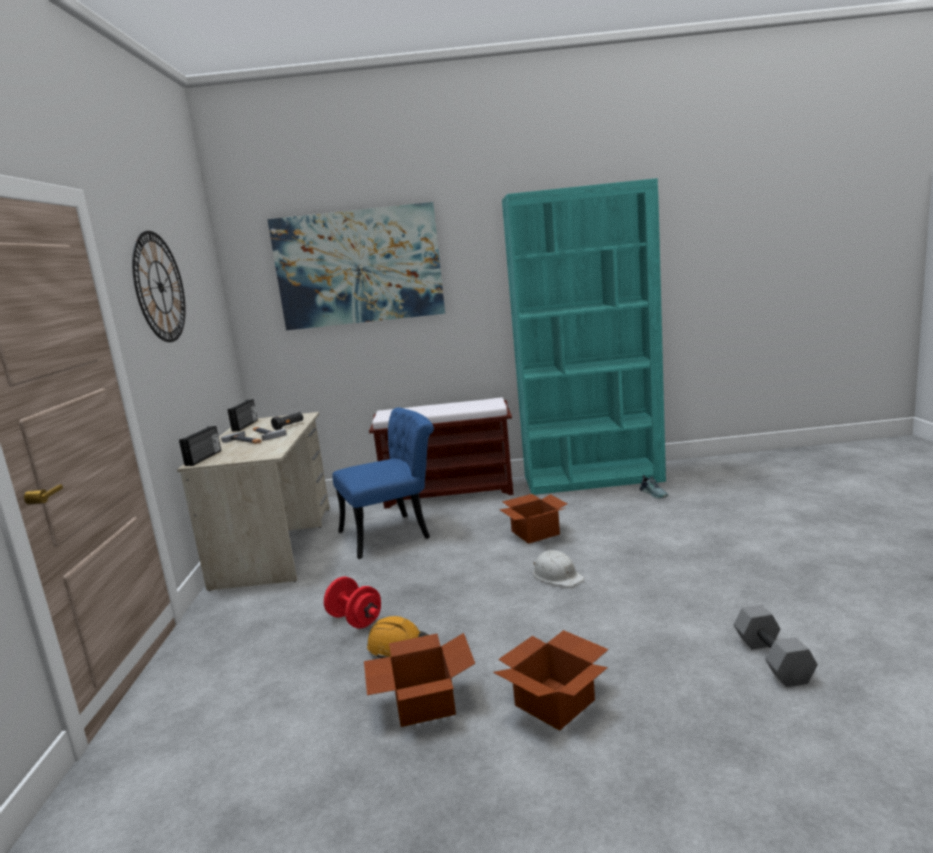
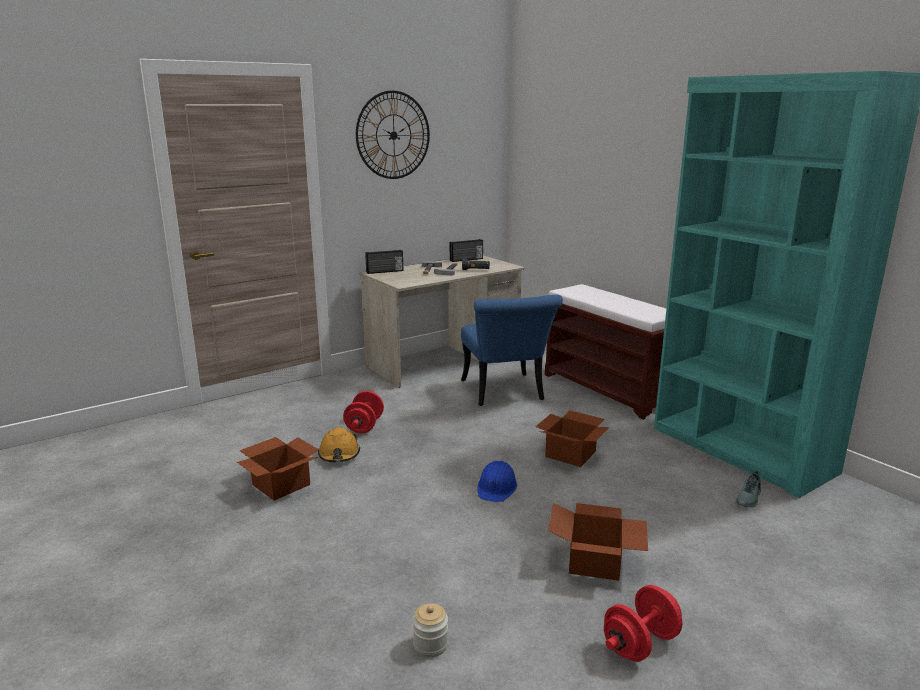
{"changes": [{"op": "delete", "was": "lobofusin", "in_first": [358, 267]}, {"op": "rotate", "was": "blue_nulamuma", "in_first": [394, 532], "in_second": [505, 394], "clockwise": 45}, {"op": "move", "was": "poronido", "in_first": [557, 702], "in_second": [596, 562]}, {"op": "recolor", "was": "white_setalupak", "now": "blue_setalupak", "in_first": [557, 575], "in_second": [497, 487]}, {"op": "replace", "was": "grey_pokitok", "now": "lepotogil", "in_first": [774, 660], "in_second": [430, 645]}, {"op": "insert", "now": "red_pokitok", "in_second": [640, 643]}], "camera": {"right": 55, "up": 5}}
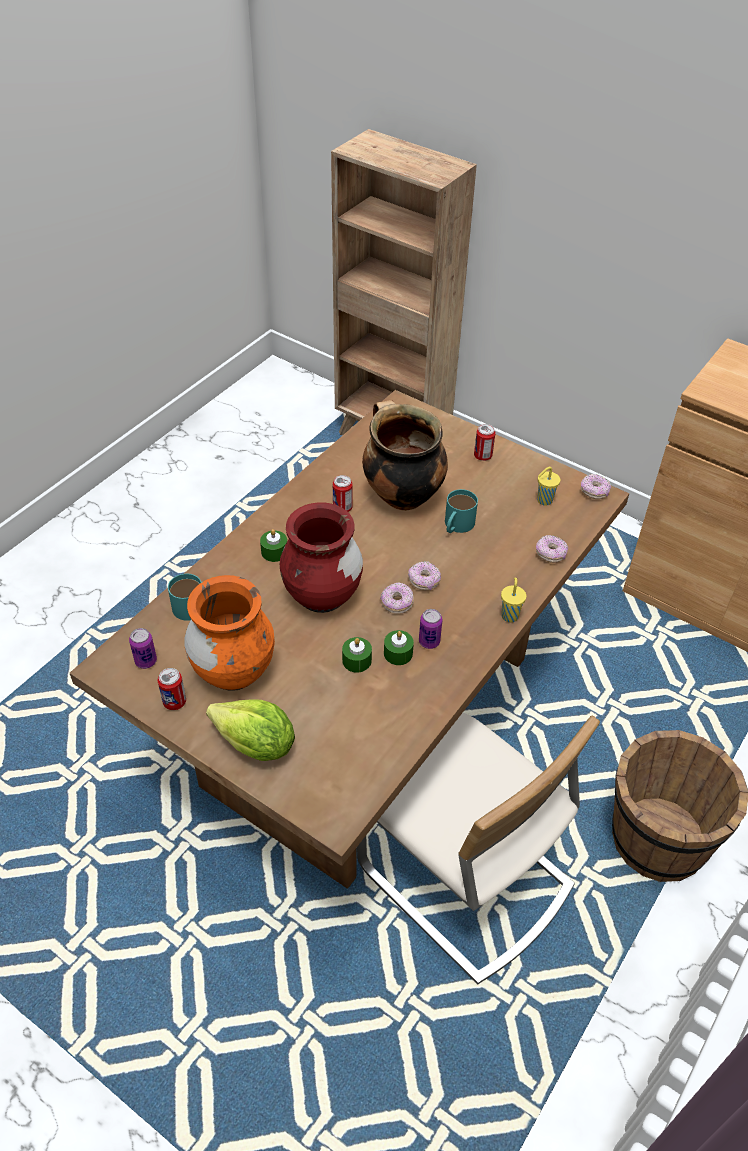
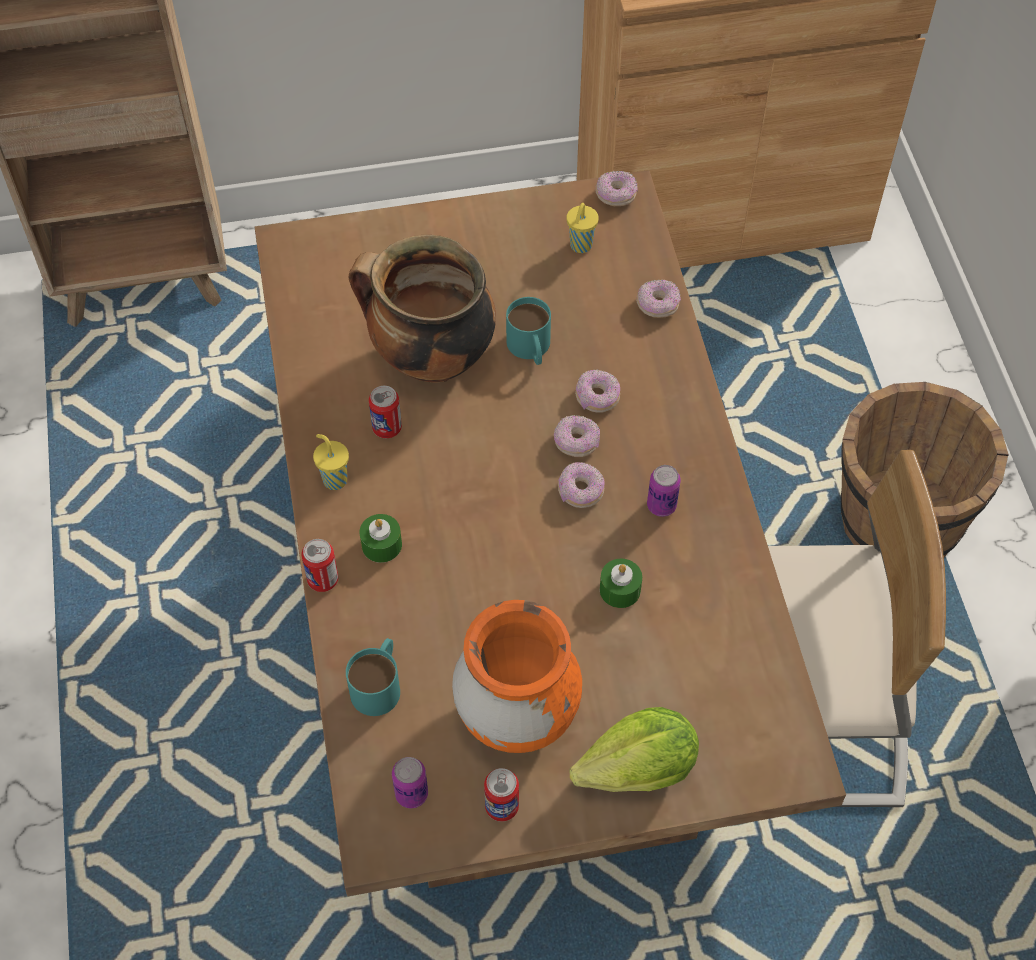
{"changes": [{"op": "delete", "was": "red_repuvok", "in_first": [322, 596]}, {"op": "delete", "was": "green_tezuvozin", "in_first": [398, 653]}, {"op": "move", "was": "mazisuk", "in_first": [482, 456], "in_second": [323, 580]}, {"op": "move", "was": "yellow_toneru", "in_first": [509, 615], "in_second": [334, 479]}, {"op": "insert", "now": "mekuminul", "in_second": [597, 397]}], "camera": {"right": -45, "up": 10}}
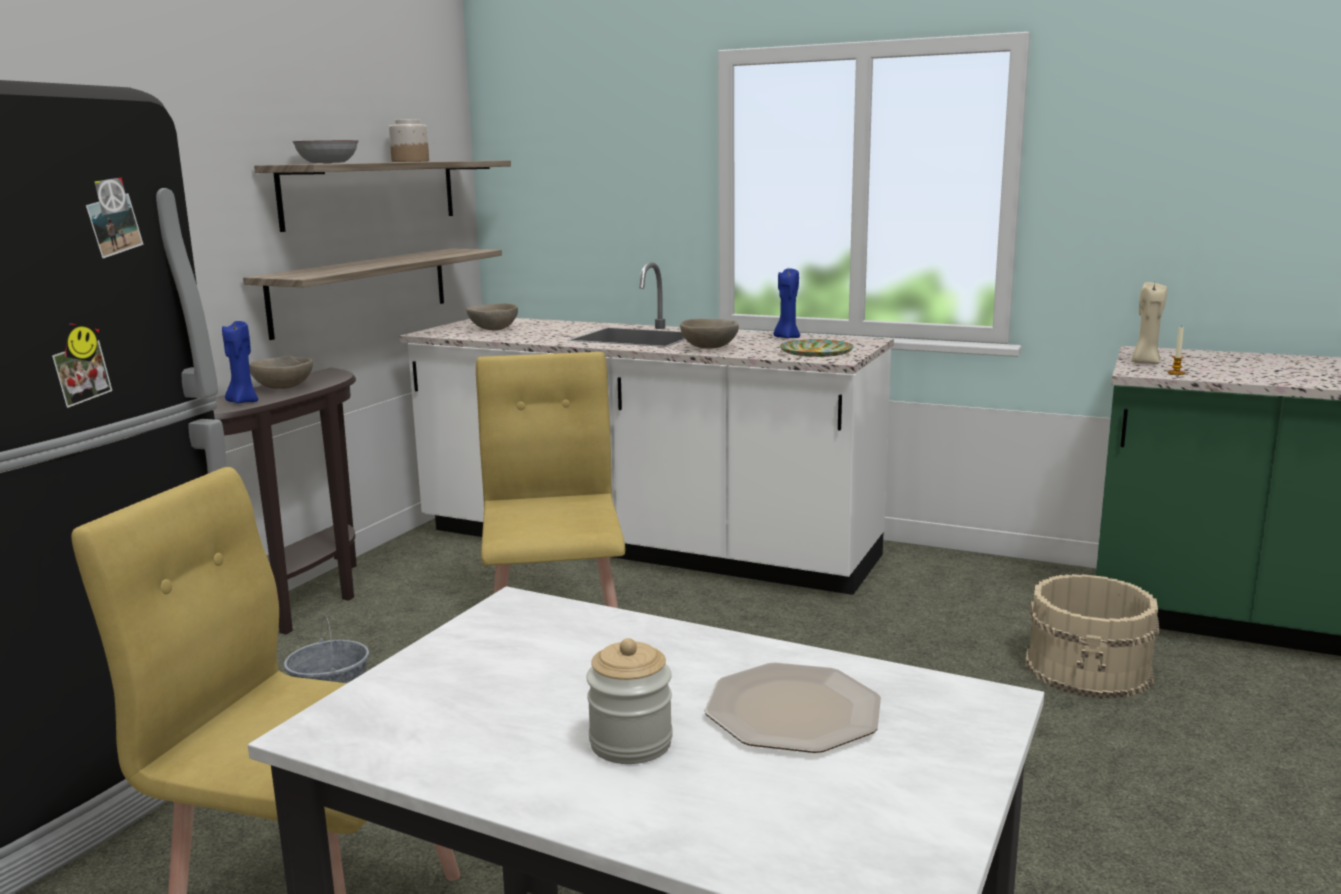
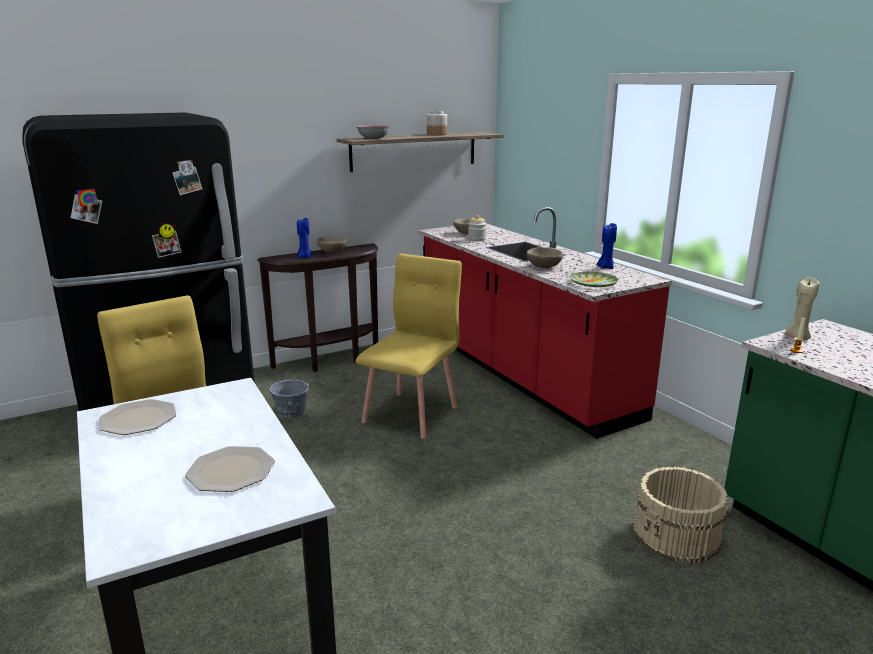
{"changes": [{"op": "delete", "was": "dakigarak", "in_first": [362, 290]}, {"op": "recolor", "was": "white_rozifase", "now": "red_rozifase", "in_first": [644, 546], "in_second": [520, 374]}, {"op": "move", "was": "lepotogil", "in_first": [631, 743], "in_second": [476, 239]}, {"op": "insert", "now": "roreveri", "in_second": [137, 419]}], "camera": {"right": 35, "up": 5}}
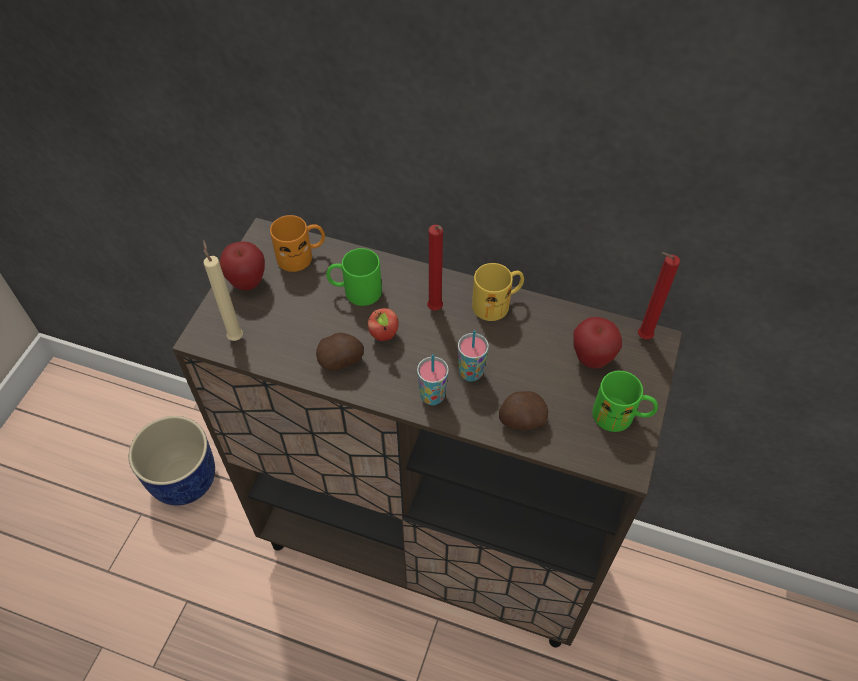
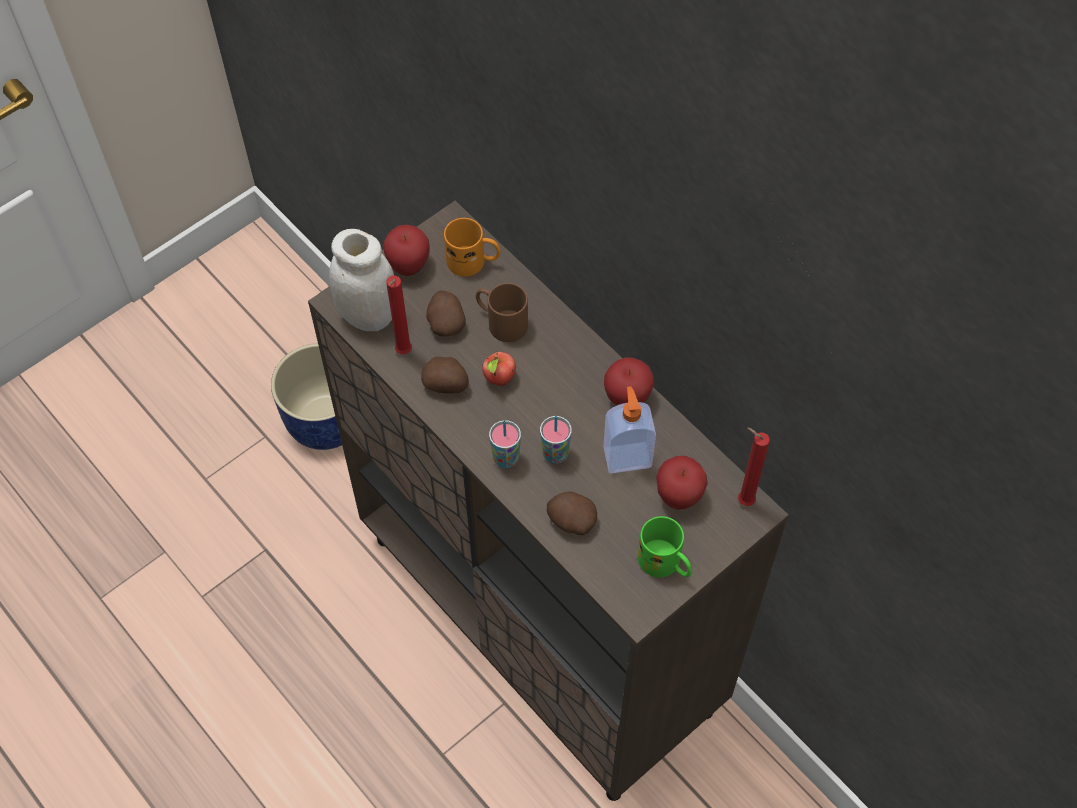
{"changes": [{"op": "replace", "was": "beige_tezuvozin", "now": "white_lepotogil", "in_first": [235, 336], "in_second": [368, 315]}, {"op": "recolor", "was": "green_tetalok", "now": "brown_tetalok", "in_first": [355, 291], "in_second": [500, 322]}, {"op": "move", "was": "red_tezuvozin", "in_first": [435, 310], "in_second": [403, 353]}, {"op": "replace", "was": "yellow_tetalok", "now": "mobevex", "in_first": [497, 303], "in_second": [627, 398]}, {"op": "insert", "now": "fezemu", "in_second": [446, 322]}, {"op": "insert", "now": "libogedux", "in_second": [627, 456]}], "camera": {"right": 30, "up": 5}}
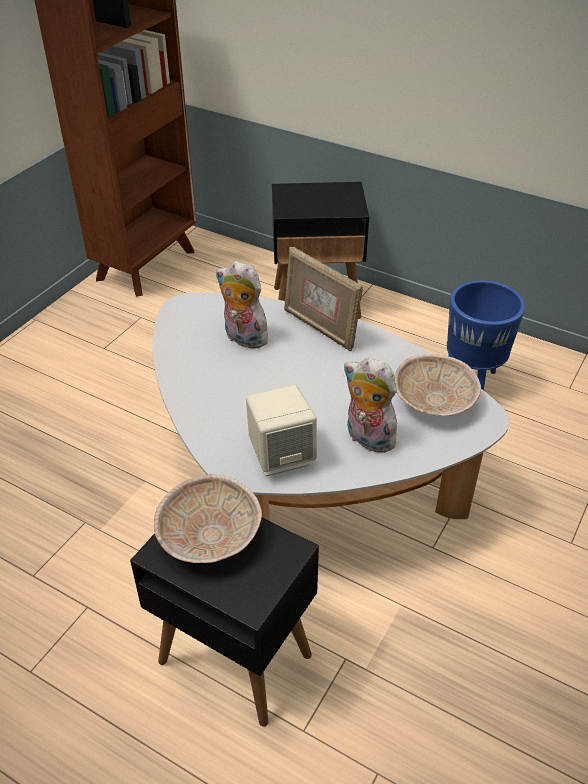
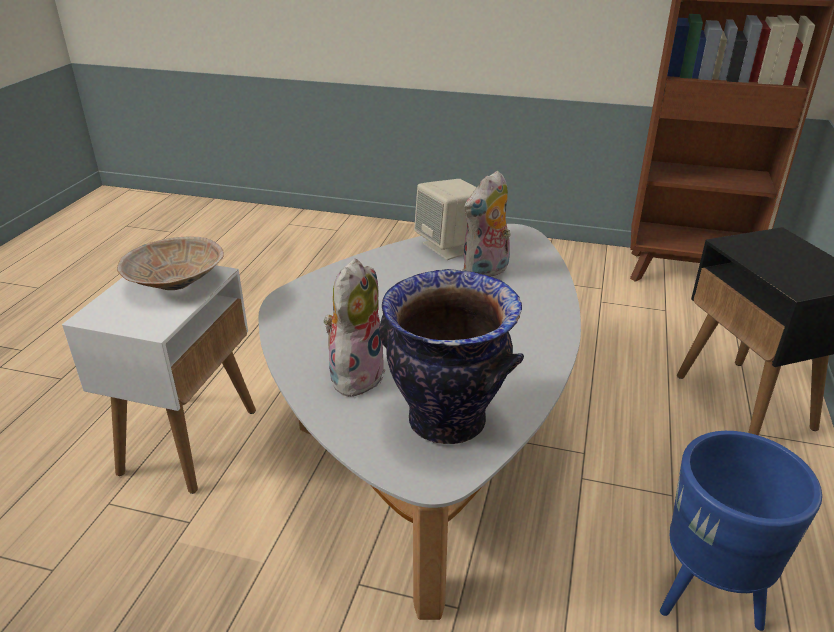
{"changes": [{"op": "recolor", "was": "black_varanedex", "now": "white_varanedex", "in_first": [233, 658], "in_second": [190, 440]}, {"op": "rotate", "was": "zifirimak", "in_first": [243, 338], "in_second": [486, 272], "clockwise": -150}, {"op": "move", "was": "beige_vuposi", "in_first": [281, 455], "in_second": [450, 247]}, {"op": "delete", "was": "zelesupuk", "in_first": [320, 328]}, {"op": "replace", "was": "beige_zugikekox", "now": "repuvok", "in_first": [434, 402], "in_second": [446, 422]}], "camera": {"right": 75, "up": -10}}
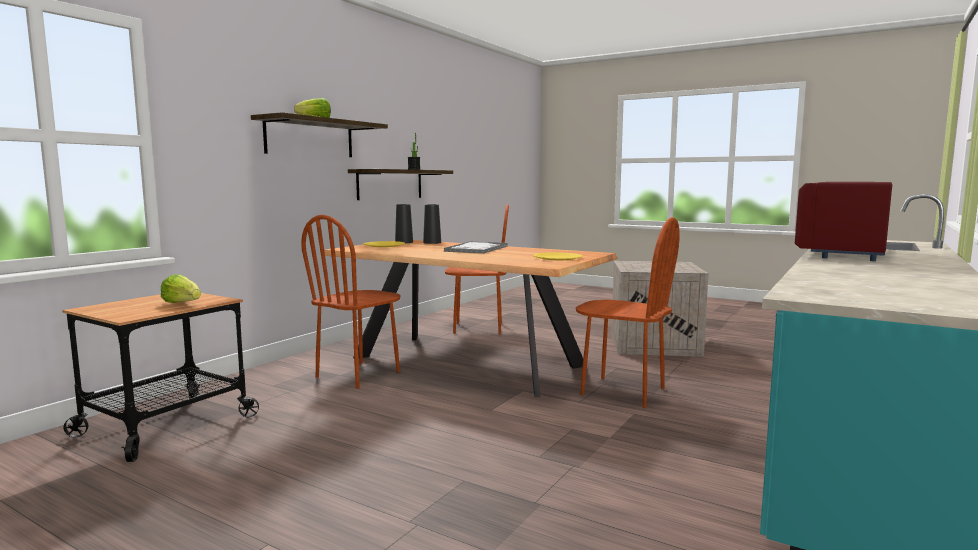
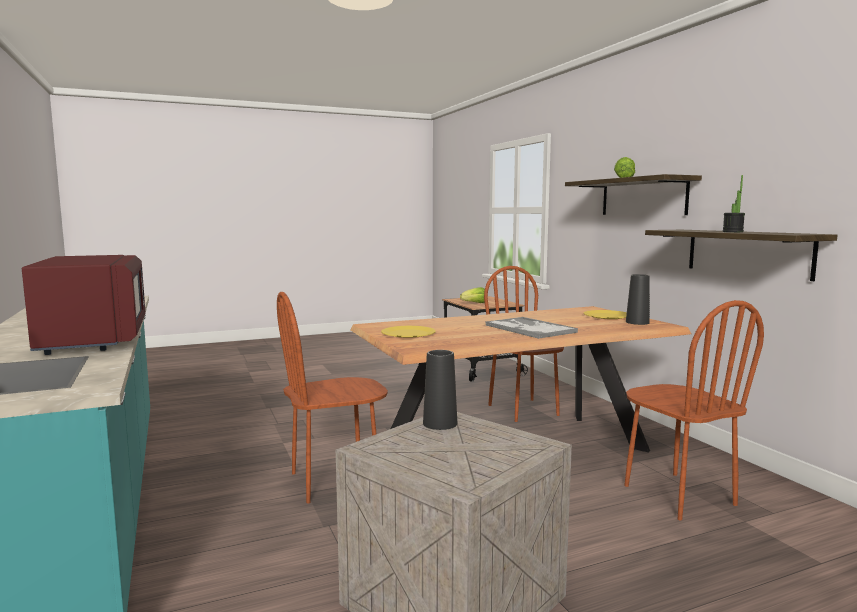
{"changes": [{"op": "move", "was": "black_repuvok", "in_first": [432, 242], "in_second": [440, 423]}, {"op": "rotate", "was": "brown_nulamuma", "in_first": [478, 328], "in_second": [678, 495], "clockwise": -60}], "camera": {"right": 125, "up": 0}}
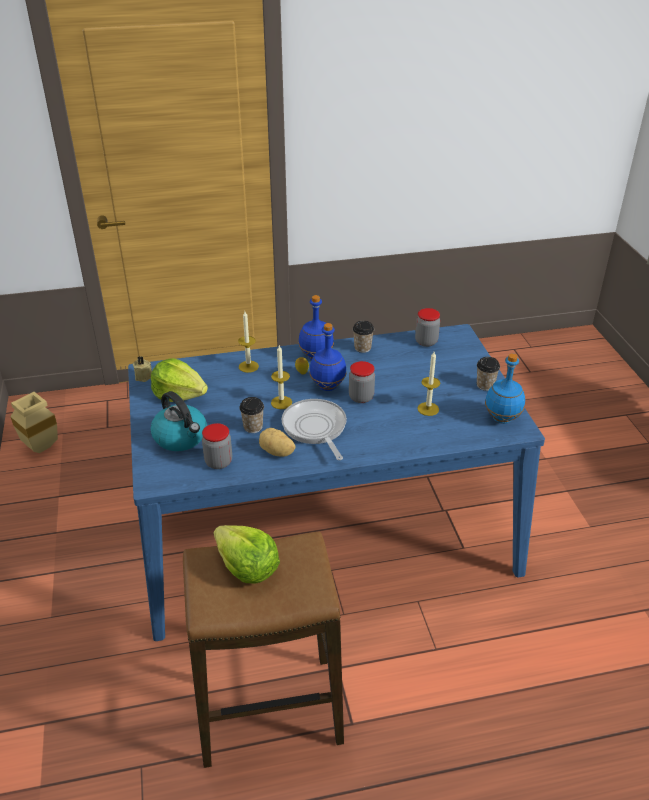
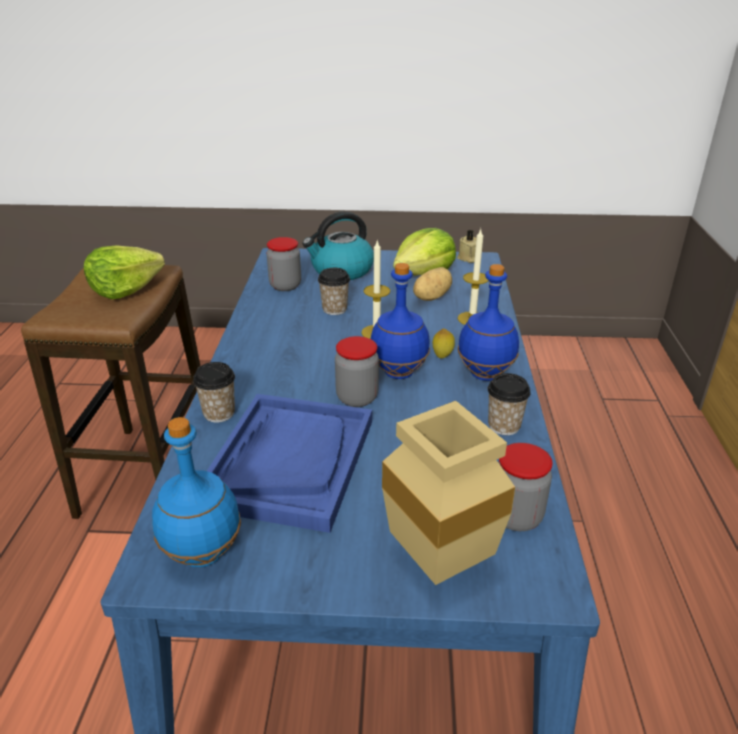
{"changes": [{"op": "move", "was": "beige_repuvok", "in_first": [42, 446], "in_second": [445, 566]}, {"op": "move", "was": "fezemu", "in_first": [277, 452], "in_second": [430, 297]}, {"op": "delete", "was": "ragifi", "in_first": [315, 428]}, {"op": "replace", "was": "tezuvozin", "now": "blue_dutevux", "in_first": [428, 409], "in_second": [289, 461]}, {"op": "move", "was": "toneru", "in_first": [485, 385], "in_second": [219, 413]}], "camera": {"right": 105, "up": -5}}
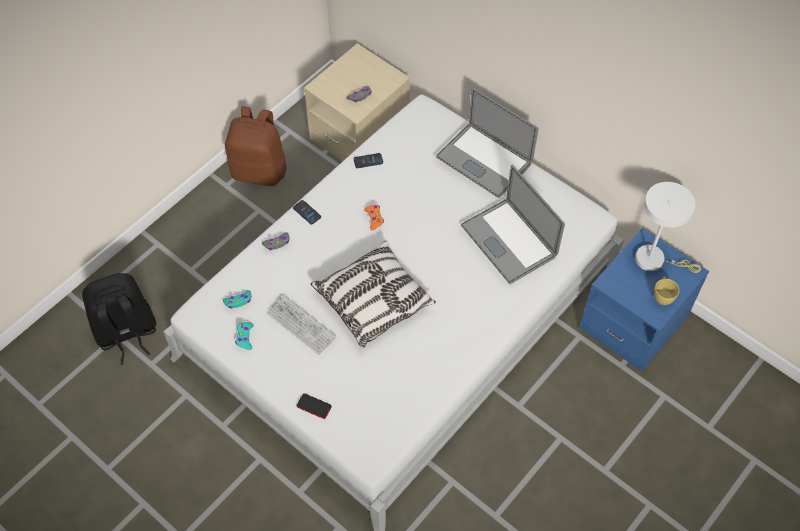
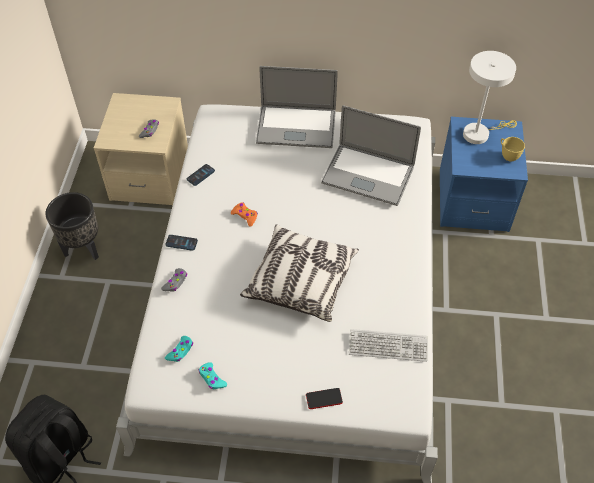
{"changes": [{"op": "replace", "was": "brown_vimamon", "now": "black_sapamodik", "in_first": [260, 171], "in_second": [83, 248]}, {"op": "move", "was": "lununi", "in_first": [301, 325], "in_second": [388, 346]}], "camera": {"right": -35, "up": -5}}
